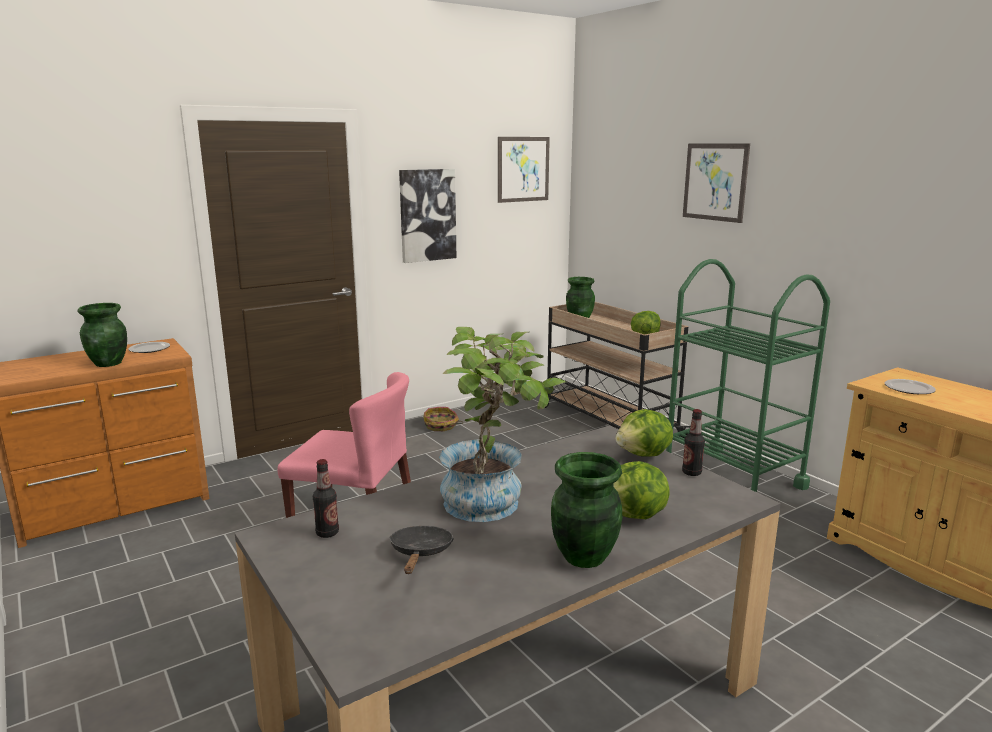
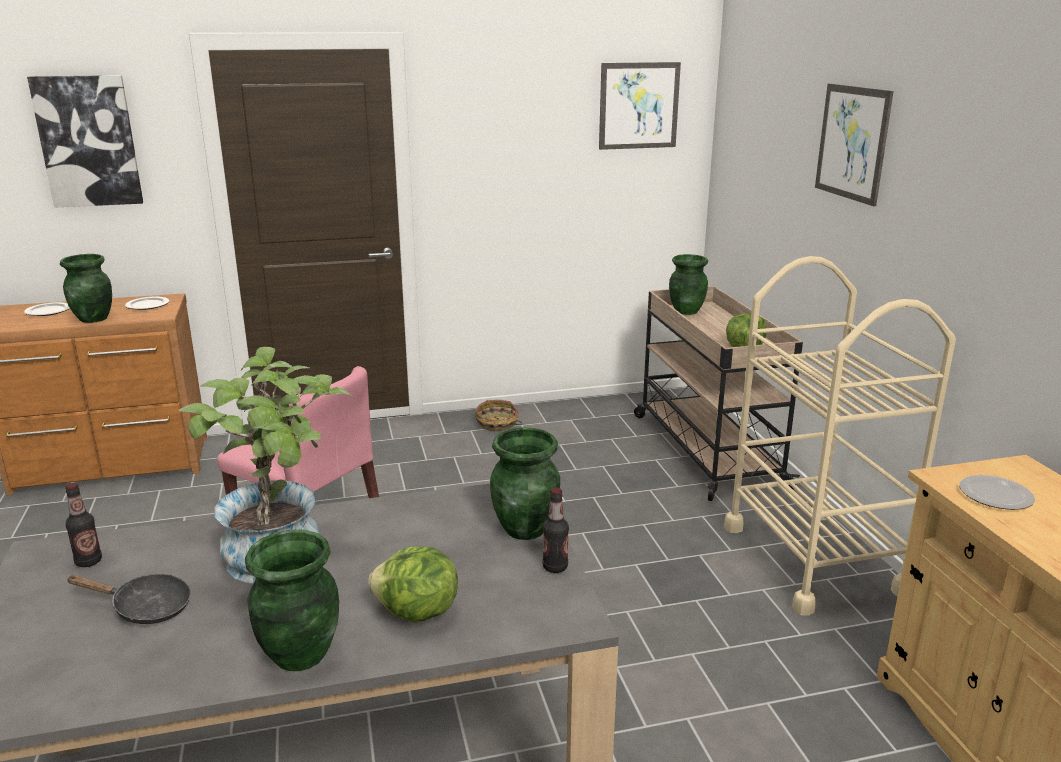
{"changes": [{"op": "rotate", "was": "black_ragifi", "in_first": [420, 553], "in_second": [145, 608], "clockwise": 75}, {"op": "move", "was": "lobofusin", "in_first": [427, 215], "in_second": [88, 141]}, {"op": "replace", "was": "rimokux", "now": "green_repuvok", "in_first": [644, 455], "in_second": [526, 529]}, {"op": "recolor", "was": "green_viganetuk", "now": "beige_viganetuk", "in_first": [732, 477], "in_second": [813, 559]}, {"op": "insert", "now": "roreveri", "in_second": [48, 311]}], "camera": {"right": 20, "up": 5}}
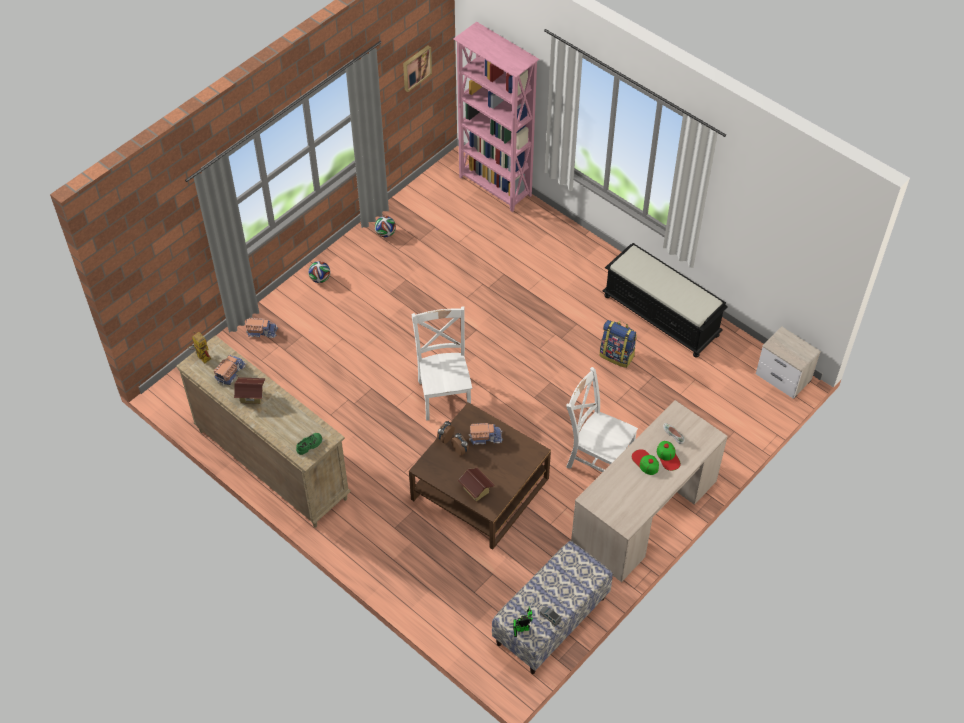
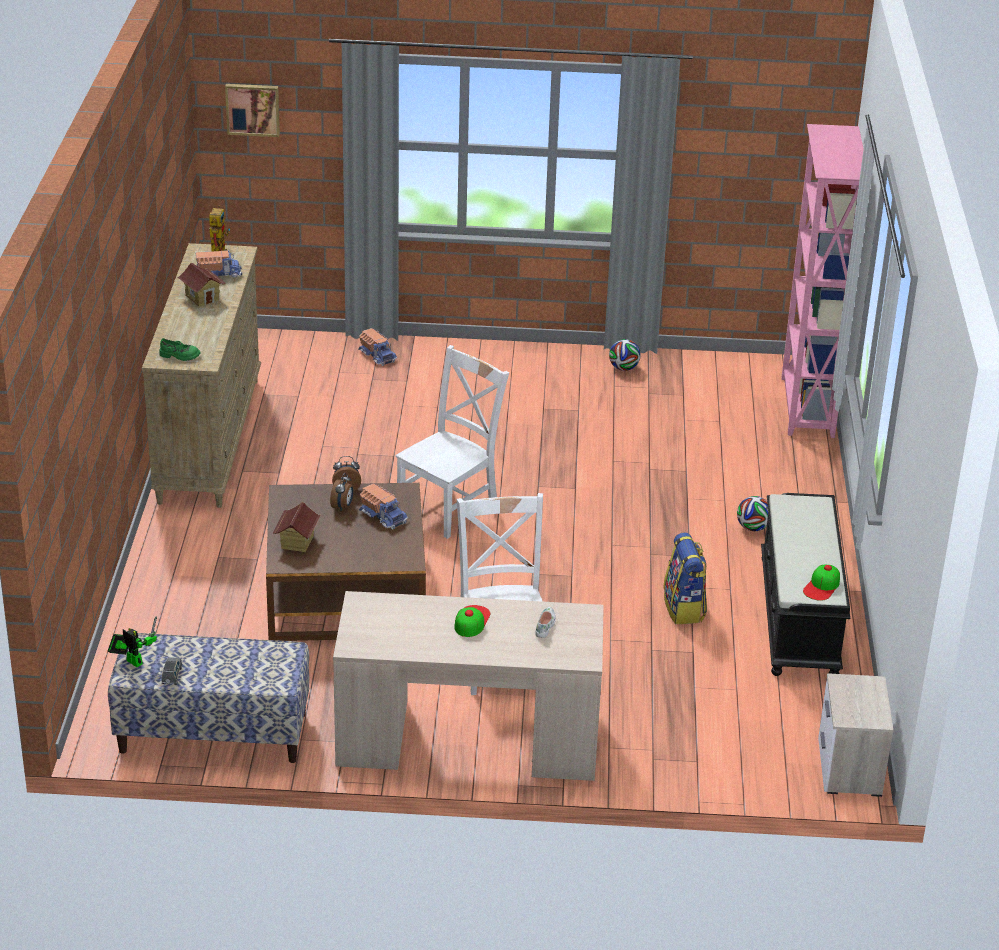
{"changes": [{"op": "move", "was": "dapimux", "in_first": [320, 279], "in_second": [753, 528]}, {"op": "move", "was": "lobofusin", "in_first": [416, 67], "in_second": [253, 109]}, {"op": "move", "was": "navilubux", "in_first": [668, 457], "in_second": [822, 586]}], "camera": {"right": 50, "up": -20}}
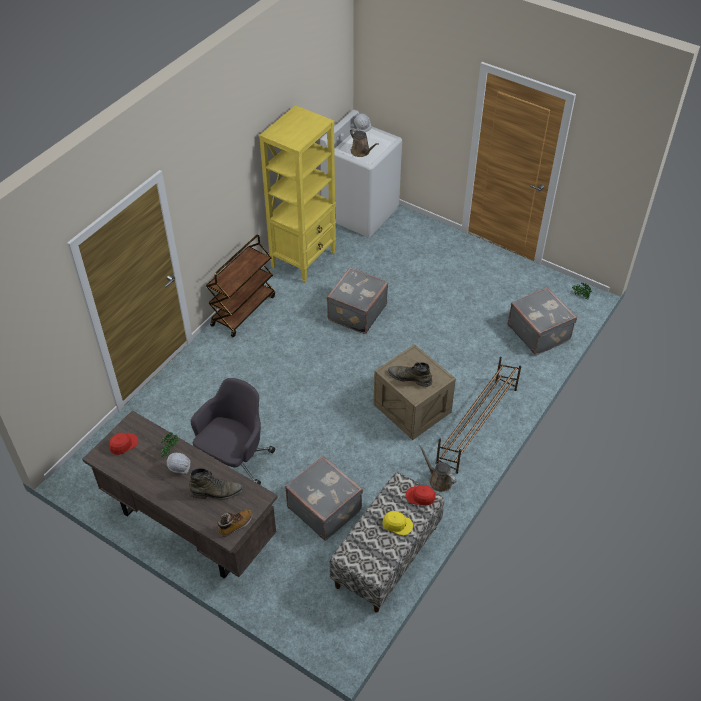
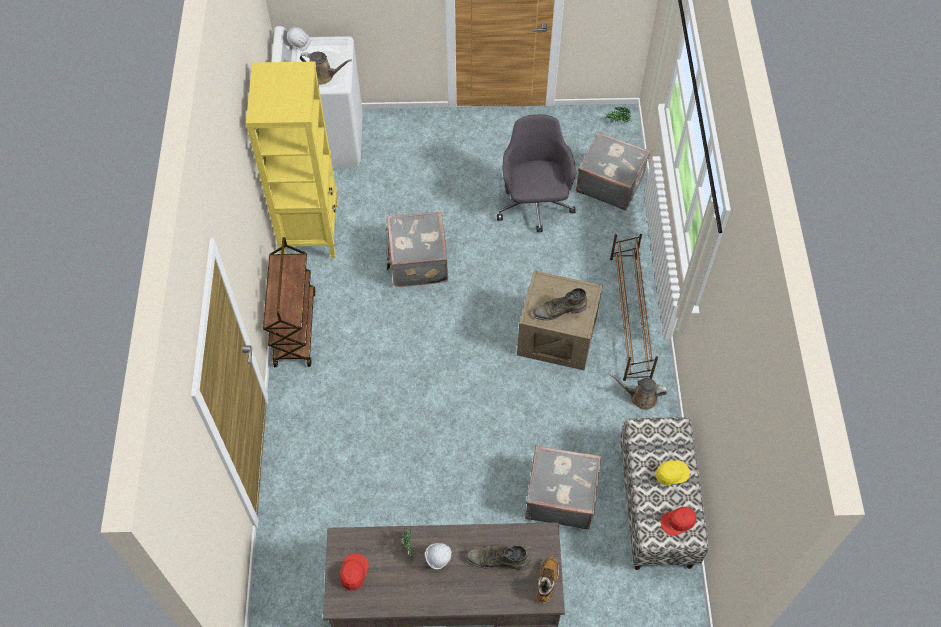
{"changes": [{"op": "rotate", "was": "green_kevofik", "in_first": [216, 492], "in_second": [497, 559], "clockwise": -135}, {"op": "move", "was": "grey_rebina", "in_first": [234, 462], "in_second": [534, 205]}, {"op": "move", "was": "red_navilubux", "in_first": [420, 496], "in_second": [678, 521]}], "camera": {"right": -35, "up": 10}}
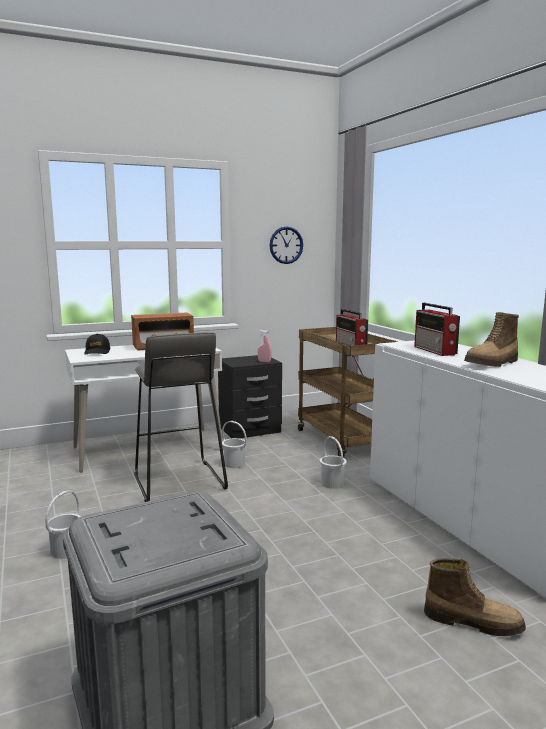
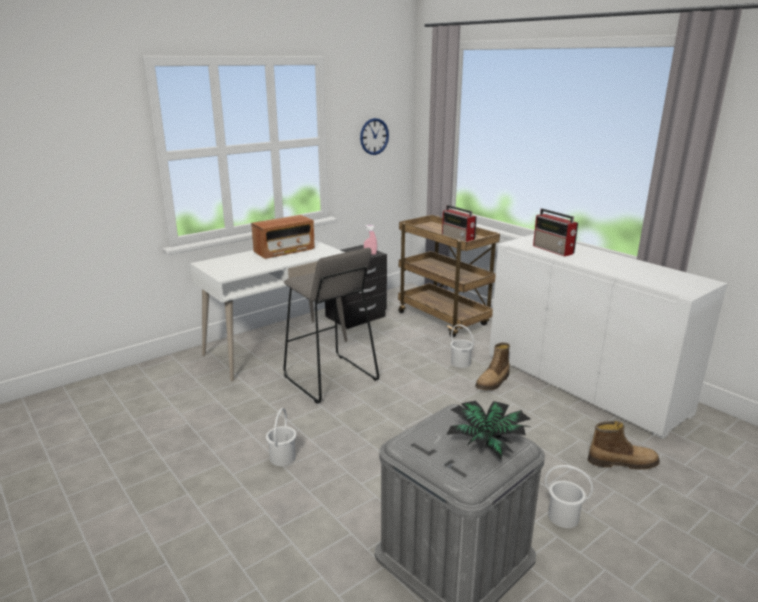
{"changes": [{"op": "delete", "was": "black_navilubux", "in_first": [97, 351]}, {"op": "move", "was": "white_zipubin", "in_first": [234, 464], "in_second": [563, 517]}, {"op": "move", "was": "kevofik", "in_first": [492, 363], "in_second": [493, 382]}, {"op": "insert", "now": "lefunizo", "in_second": [487, 443]}], "camera": {"right": -15, "up": 10}}
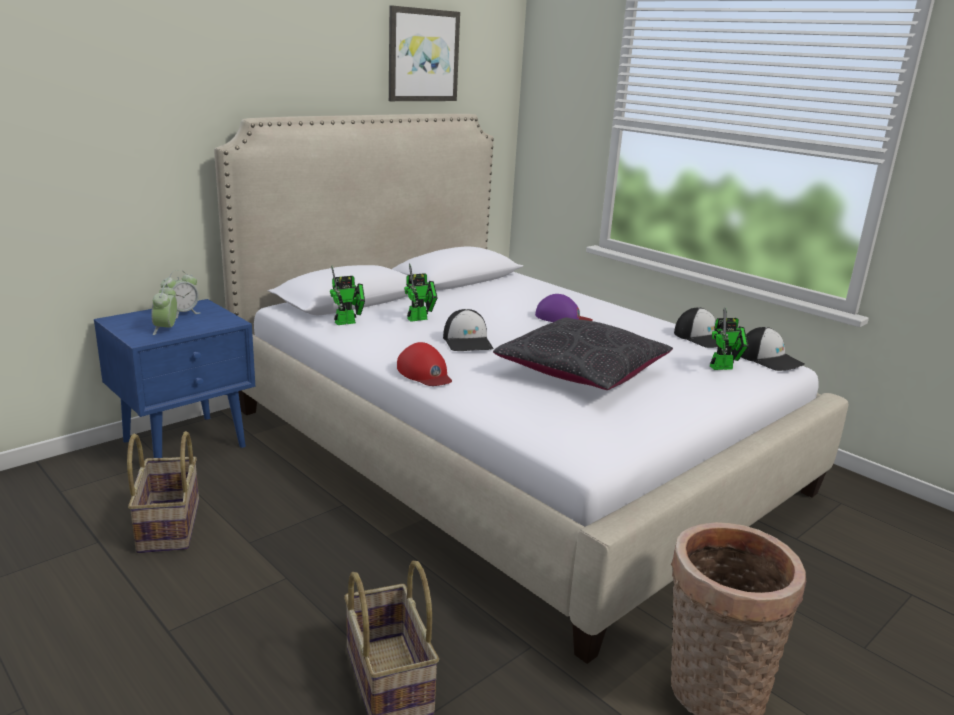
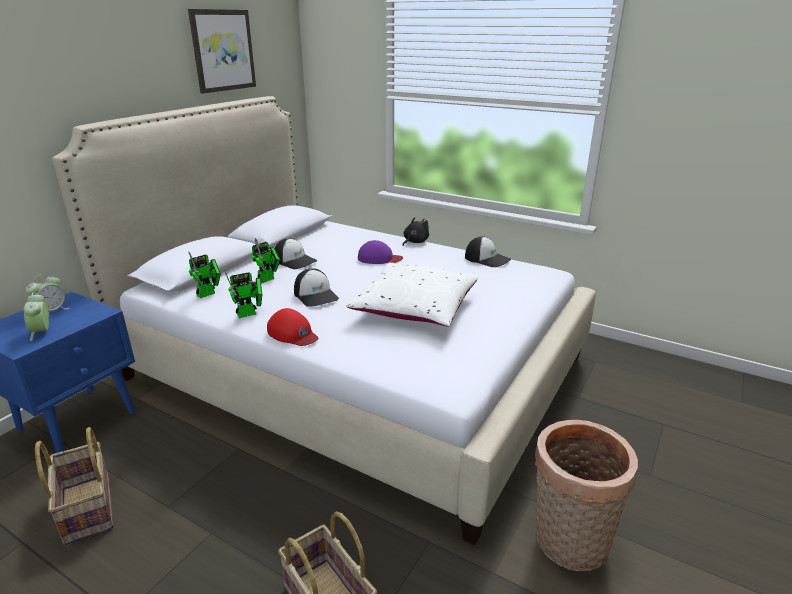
{"changes": [{"op": "recolor", "was": "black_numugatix", "now": "white_numugatix", "in_first": [582, 373], "in_second": [415, 308]}, {"op": "move", "was": "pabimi", "in_first": [724, 367], "in_second": [249, 313]}, {"op": "move", "was": "navilubux", "in_first": [770, 359], "in_second": [295, 261]}, {"op": "insert", "now": "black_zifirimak", "in_second": [415, 242]}], "camera": {"right": -15, "up": 5}}
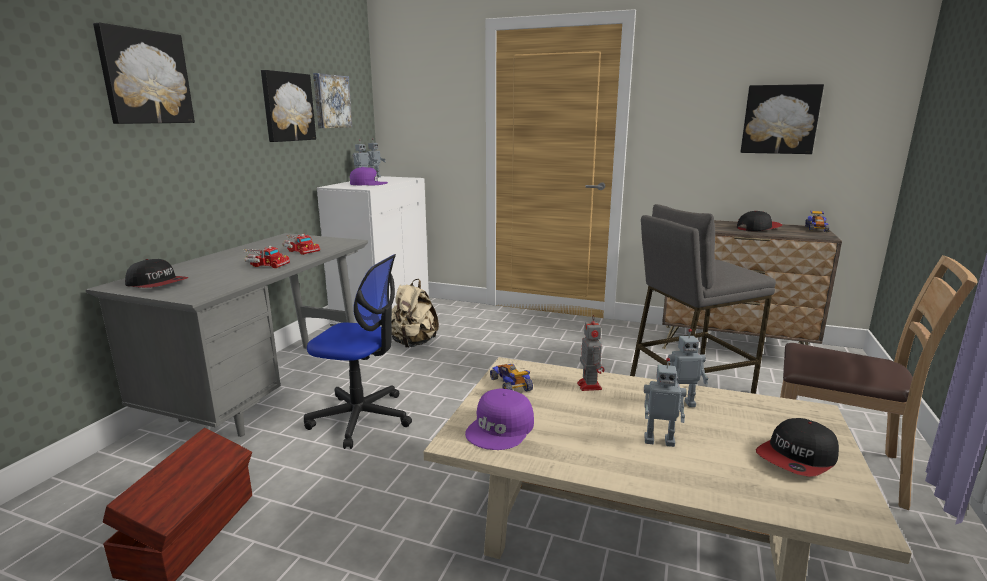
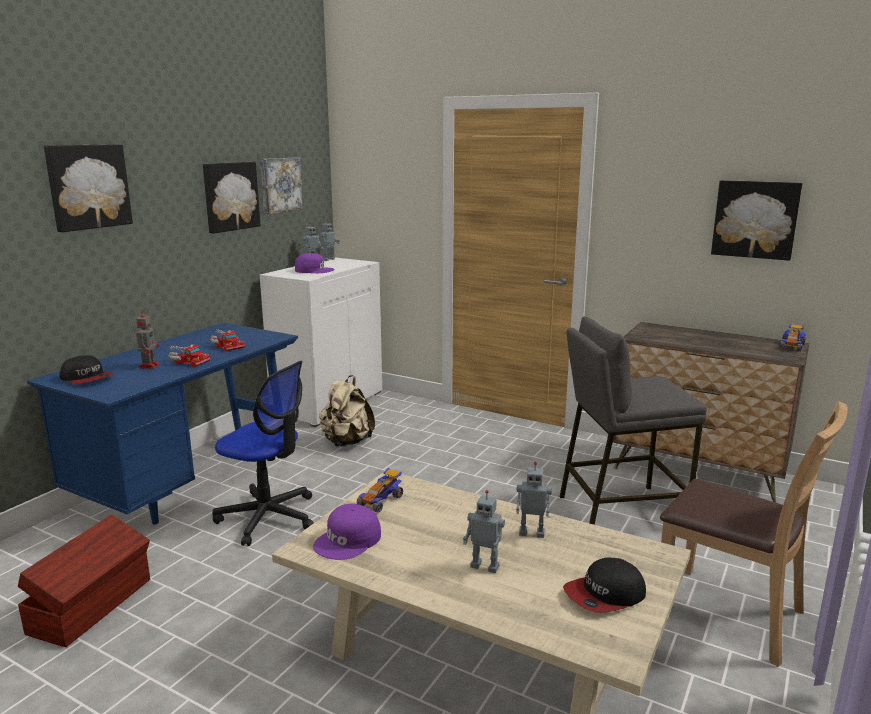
{"changes": [{"op": "recolor", "was": "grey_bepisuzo", "now": "blue_bepisuzo", "in_first": [267, 391], "in_second": [190, 481]}, {"op": "rotate", "was": "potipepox", "in_first": [511, 385], "in_second": [381, 500], "clockwise": -135}, {"op": "move", "was": "pabimi", "in_first": [589, 385], "in_second": [149, 365]}, {"op": "delete", "was": "navilubux", "in_first": [758, 228]}], "camera": {"right": 10, "up": 0}}
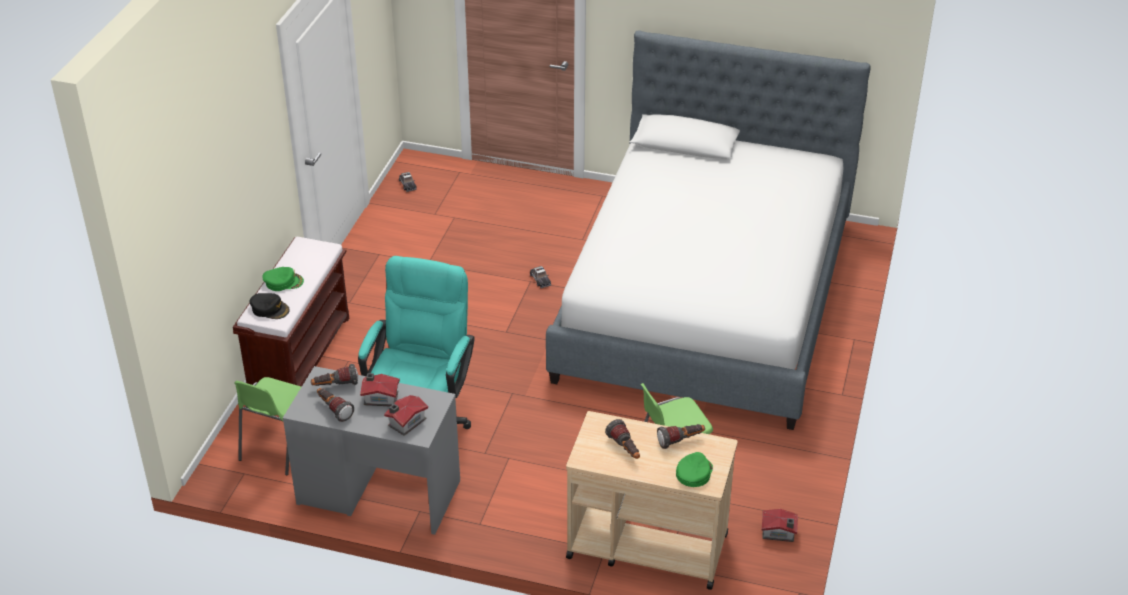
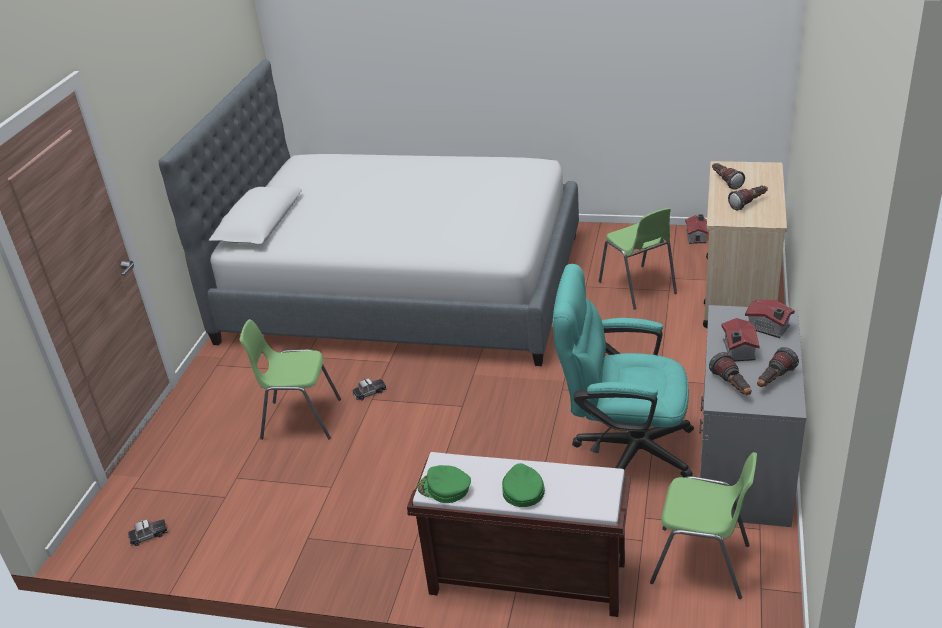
{"changes": [{"op": "delete", "was": "black_navilubux", "in_first": [270, 309]}, {"op": "move", "was": "green_navilubux", "in_first": [694, 472], "in_second": [444, 488]}, {"op": "insert", "now": "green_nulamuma", "in_second": [300, 419]}], "camera": {"right": -90, "up": -5}}
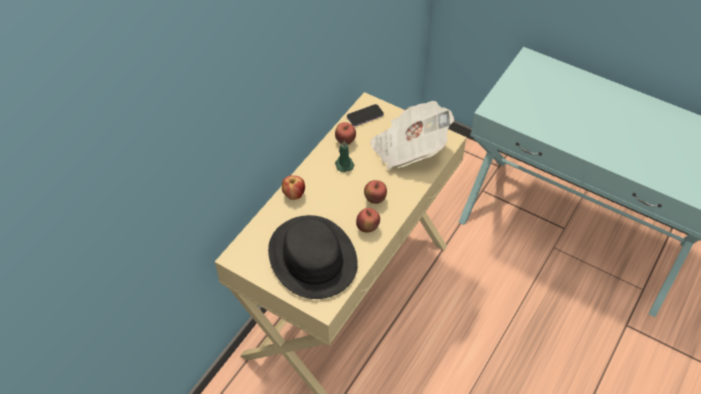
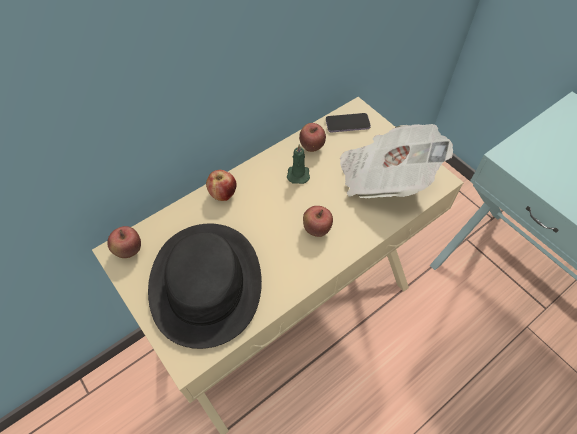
{"changes": [{"op": "move", "was": "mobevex", "in_first": [367, 228], "in_second": [129, 251]}], "camera": {"right": 20, "up": 5}}
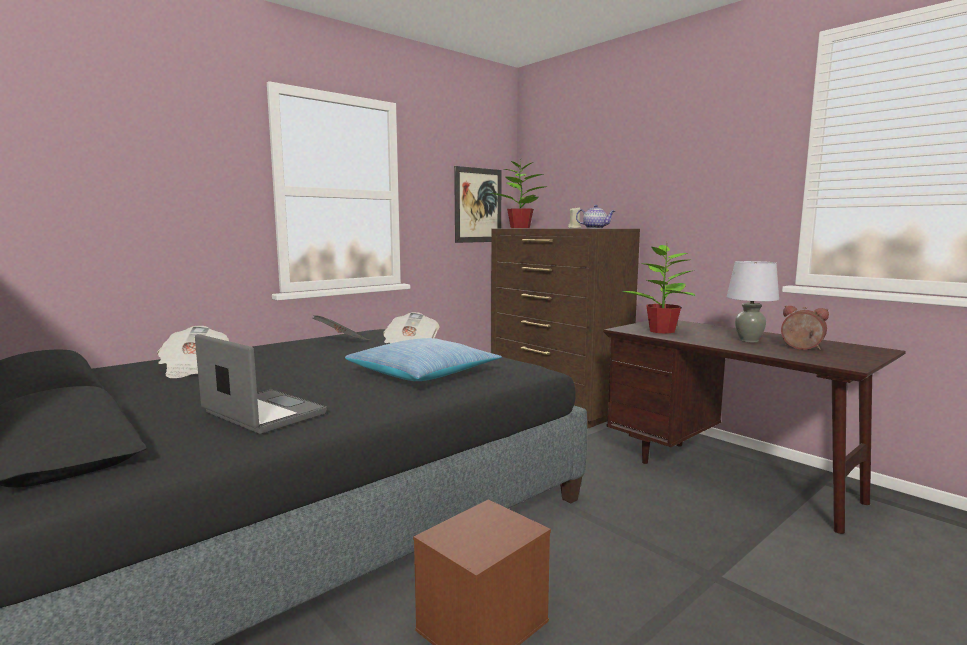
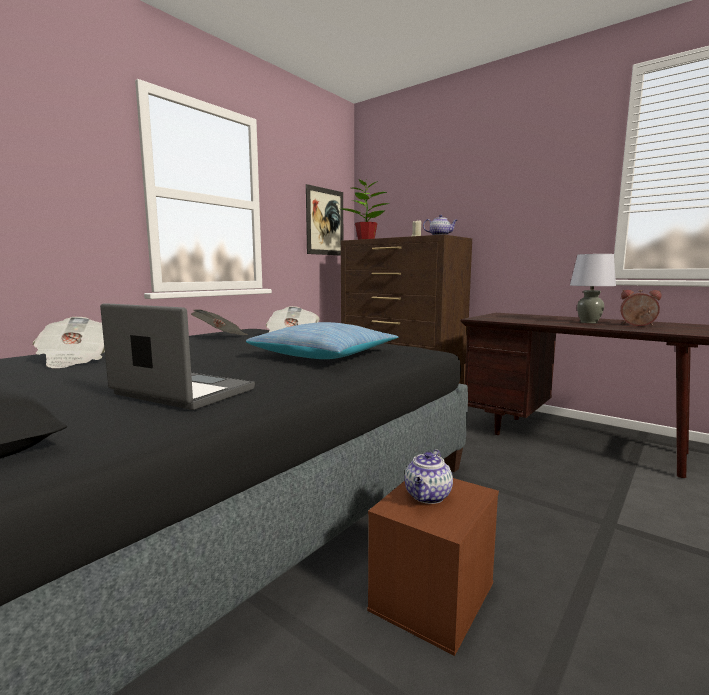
{"changes": [{"op": "delete", "was": "lefunizo", "in_first": [661, 331]}, {"op": "insert", "now": "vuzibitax", "in_second": [428, 496]}], "camera": {"right": -10, "up": 0}}
